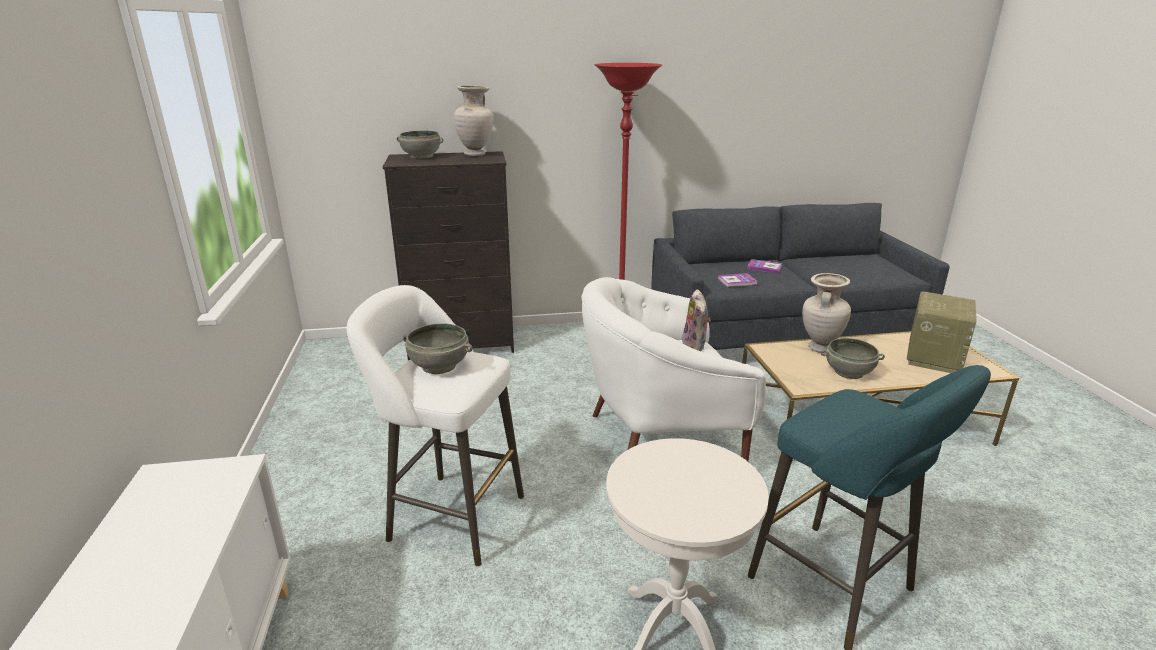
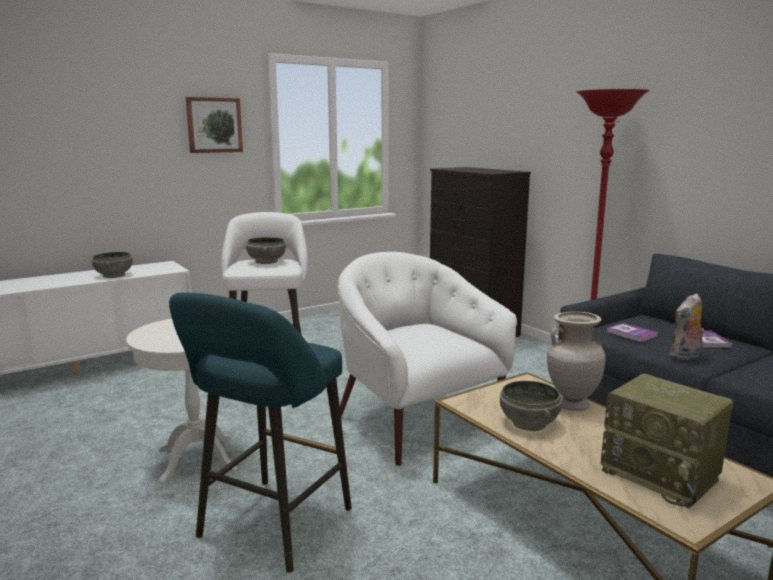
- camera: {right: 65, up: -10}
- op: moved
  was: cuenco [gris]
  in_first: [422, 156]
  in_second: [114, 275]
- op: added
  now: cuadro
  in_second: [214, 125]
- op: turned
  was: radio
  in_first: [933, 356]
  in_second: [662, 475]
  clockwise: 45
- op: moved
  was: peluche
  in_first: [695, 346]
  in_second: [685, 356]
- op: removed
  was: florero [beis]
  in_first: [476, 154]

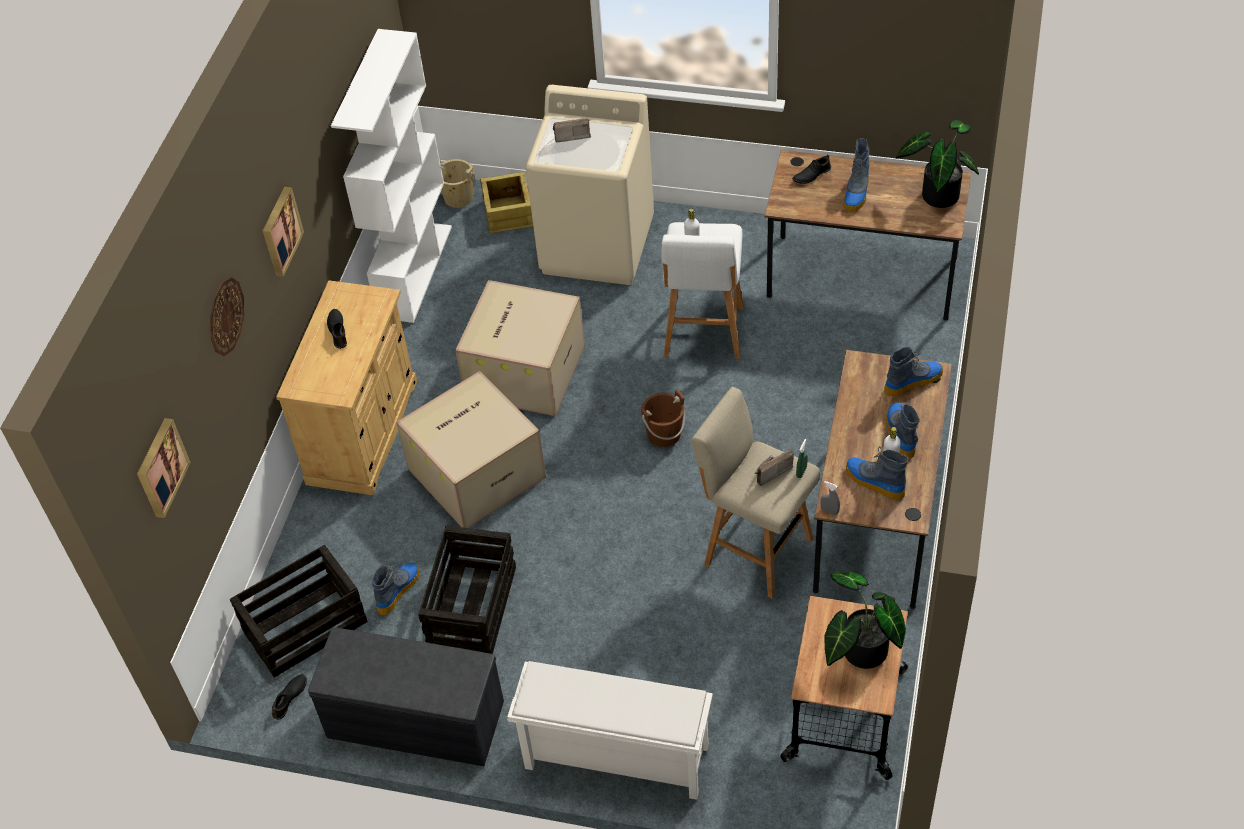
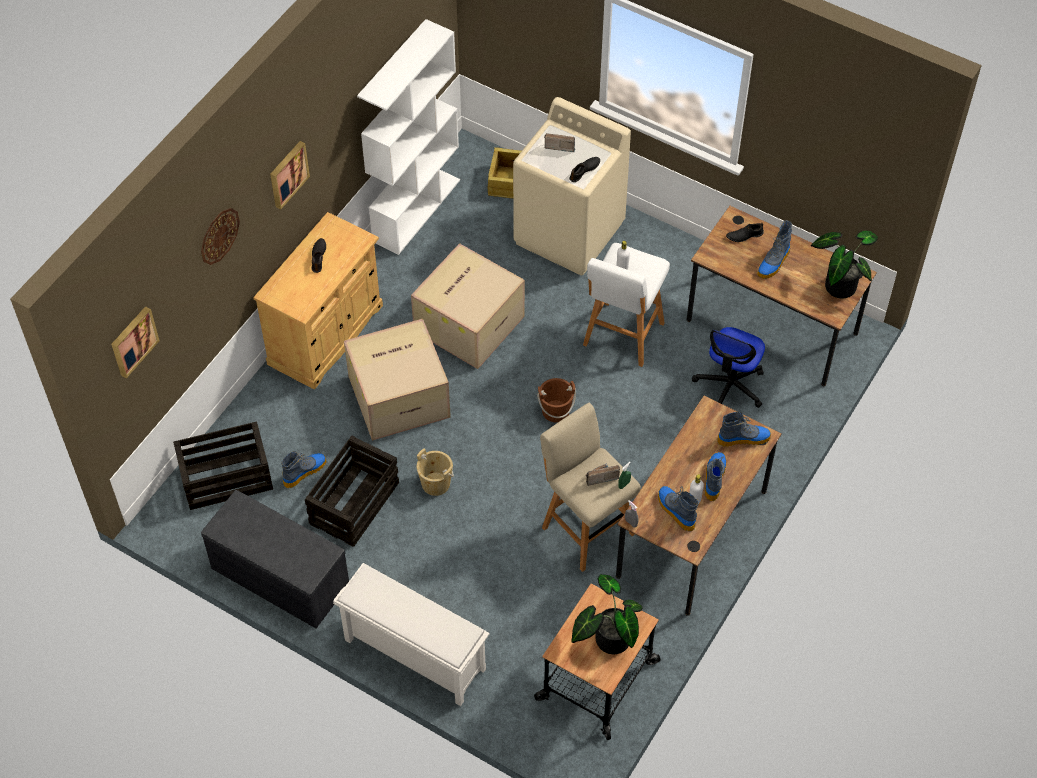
- camera: {right: 15, up: 5}
- op: moved
  was: cubo [beis]
  in_first: [458, 197]
  in_second: [435, 483]
- op: moved
  was: zapato [negro]
  in_first: [290, 698]
  in_second: [584, 171]
- op: added
  now: silla de oficina
  in_second: [730, 386]

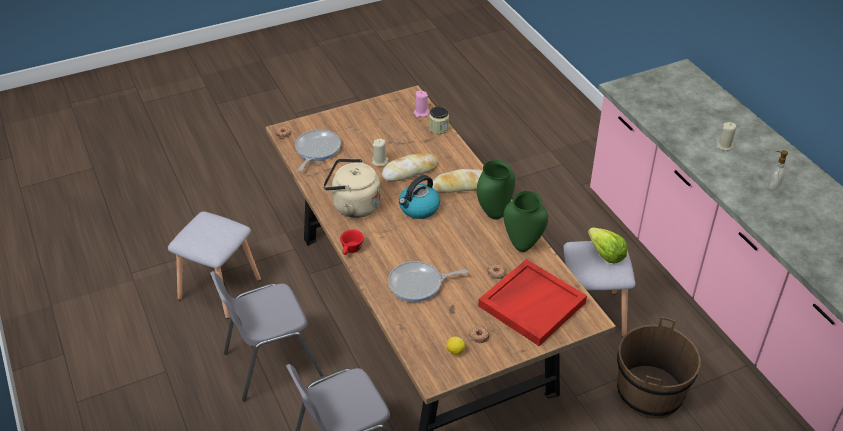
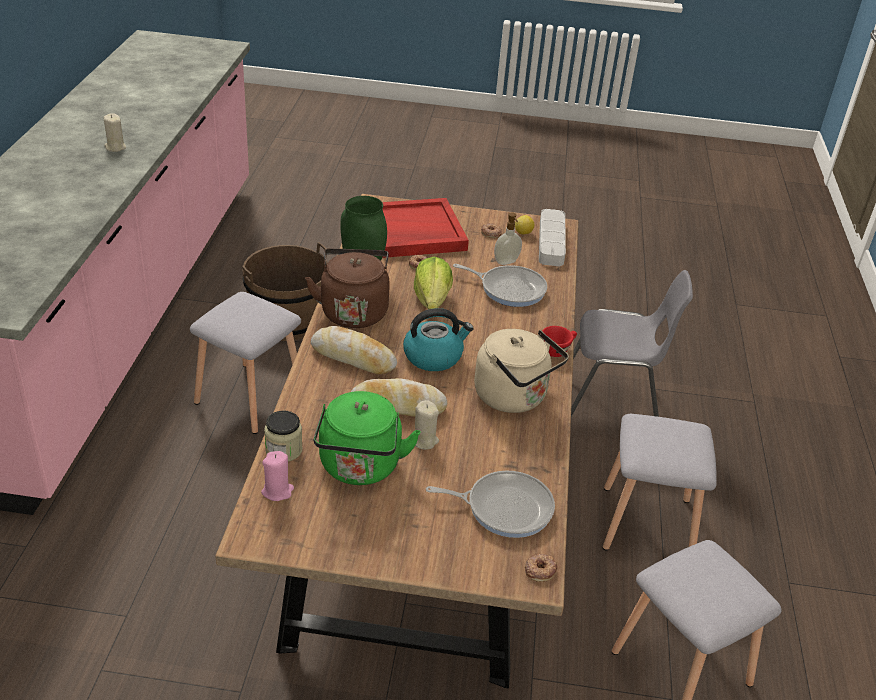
- camera: {right: -150, up: -5}
- op: moved
  was: vela [beis]
  in_first: [724, 146]
  in_second: [115, 147]
- op: replaced
  was: florero [verde]
  now: hervidor [marrón]
  in_first: [494, 215]
  in_second: [353, 311]
- op: added
  now: hervidor [verde]
  in_second: [360, 468]
- op: moved
  was: lechuga
  in_first: [605, 254]
  in_second: [432, 301]
- op: turned
  was: sartén
  in_first: [316, 150]
  in_second: [504, 507]
  clockwise: -135
- op: moved
  was: dispensador de jabón
  in_first: [773, 186]
  in_second: [506, 262]
- op: added
  now: bandeja [gris]
  in_second: [551, 241]
- op: replaced
  was: silla [gris]
  now: taburete [gris]
  in_first: [271, 363]
  in_second: [648, 525]

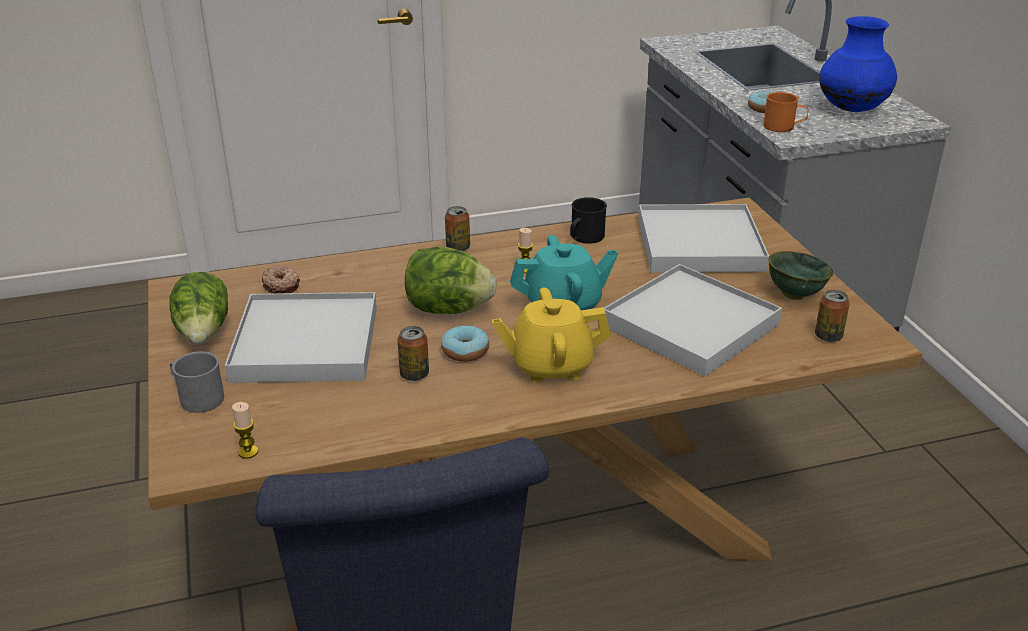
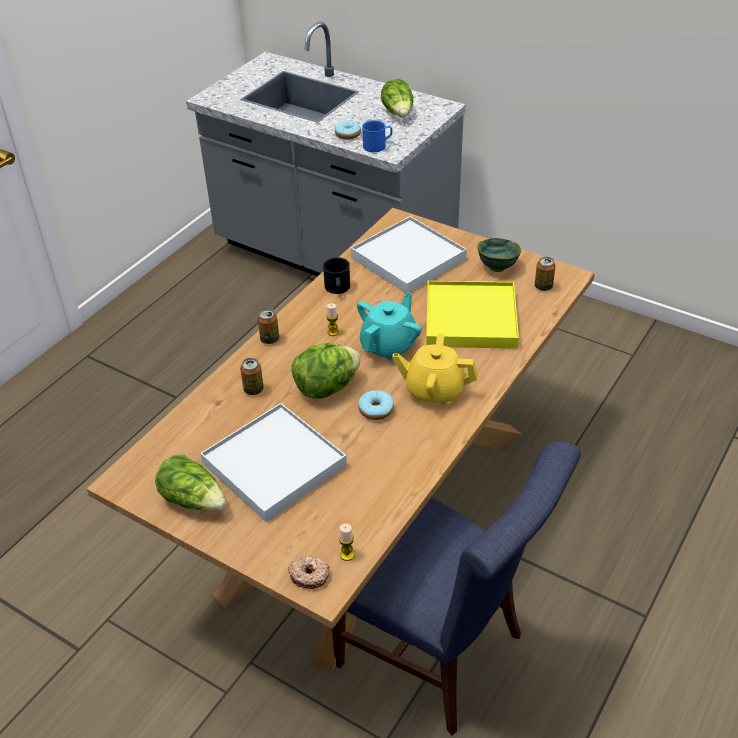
- camera: {right: -40, up: 10}
- op: moved
  was: lata
  in_first: [414, 374]
  in_second: [253, 389]
- op: moved
  was: rosquilla
  in_first: [281, 286]
  in_second: [309, 575]
- op: recoloured
  was: taza grande [naranja]
  now: taza grande [azul]
  in_first: [783, 127]
  in_second: [377, 145]
- op: replaced
  was: florero [azul]
  now: lechuga
  in_first: [852, 109]
  in_second: [398, 113]
- op: turned
  was: tetera [amarillo]
  in_first: [550, 366]
  in_second: [434, 390]
  clockwise: 60
- op: recoloured
  was: bandeja [blanco]
  now: bandeja [amarillo]
  in_first: [690, 325]
  in_second: [471, 319]
- op: removed
  was: taza grande [gris]
  in_first: [197, 397]

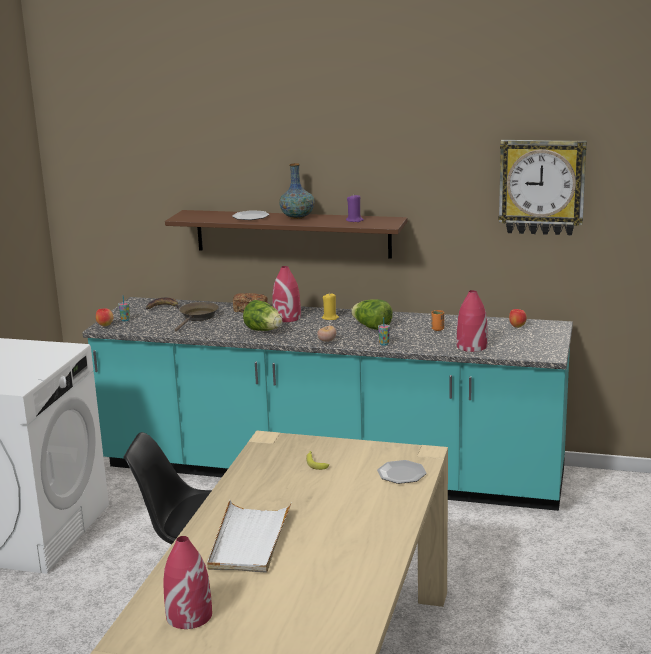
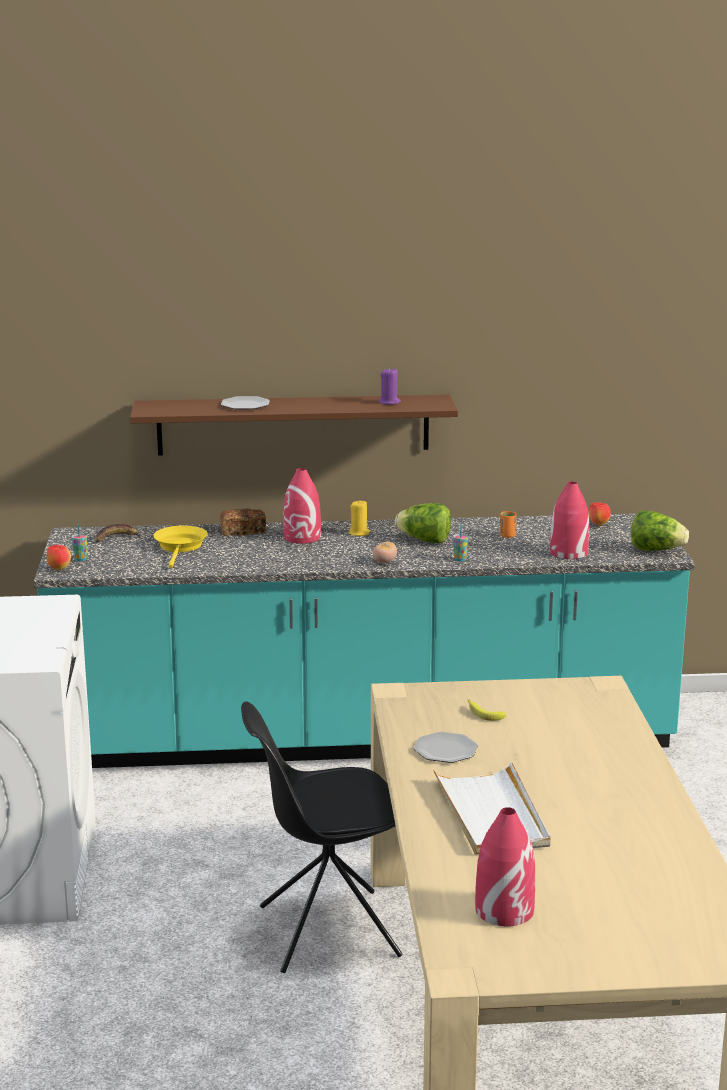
- camera: {right: -20, up: 0}
- op: recoloured
  was: sartén [marrón]
  now: sartén [amarillo]
  in_first: [198, 317]
  in_second: [180, 547]
- op: moved
  was: plato
  in_first: [402, 474]
  in_second: [445, 750]
- op: moved
  was: lechuga
  in_first: [264, 330]
  in_second: [656, 550]
- op: removed
  was: florero
  in_first: [297, 217]
- op: removed
  was: reloj de pared
  in_first: [542, 187]

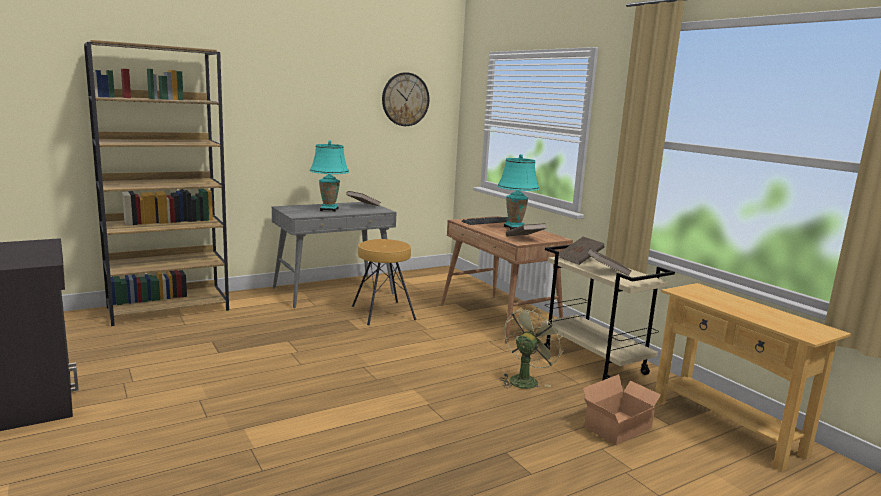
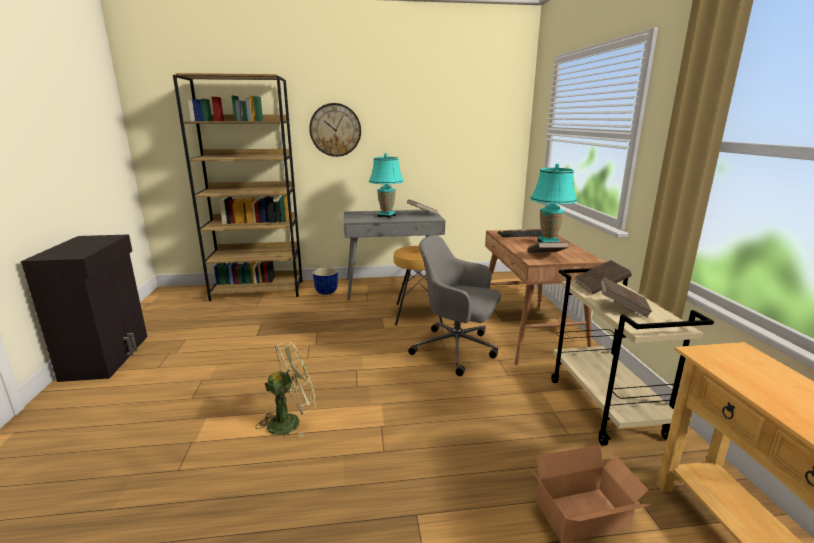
- camera: {right: 25, up: 5}
- op: moved
  was: ventilador [verde]
  in_first: [525, 380]
  in_second: [291, 421]
- op: moved
  was: reloj de pared
  in_first: [405, 99]
  in_second: [335, 130]
- op: added
  now: maceta
  in_second: [326, 292]
- op: added
  now: silla de oficina [gris]
  in_second: [457, 349]

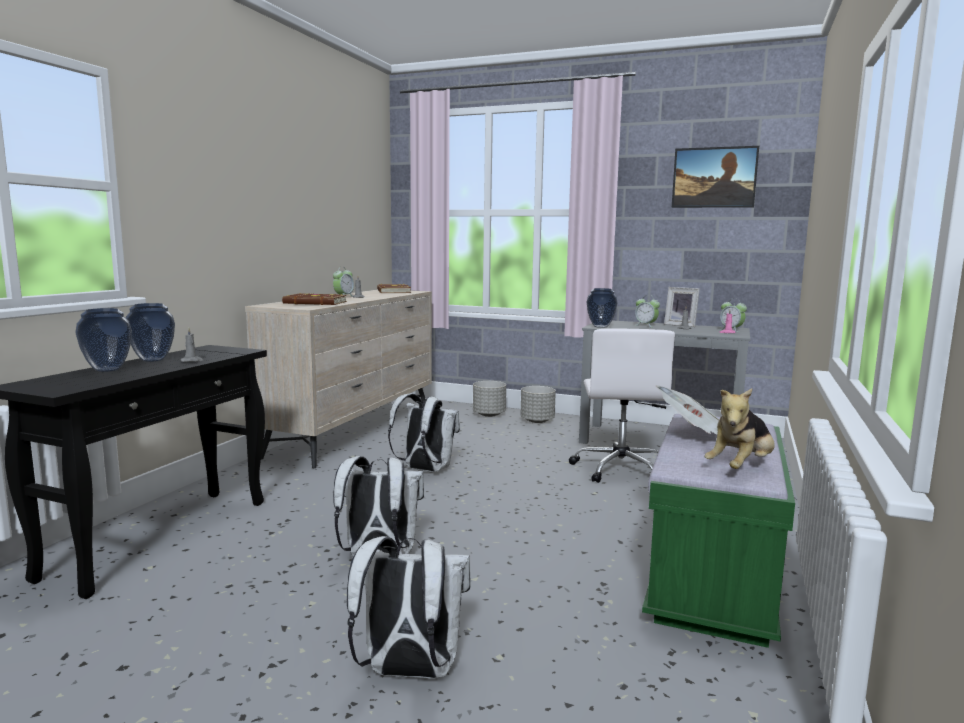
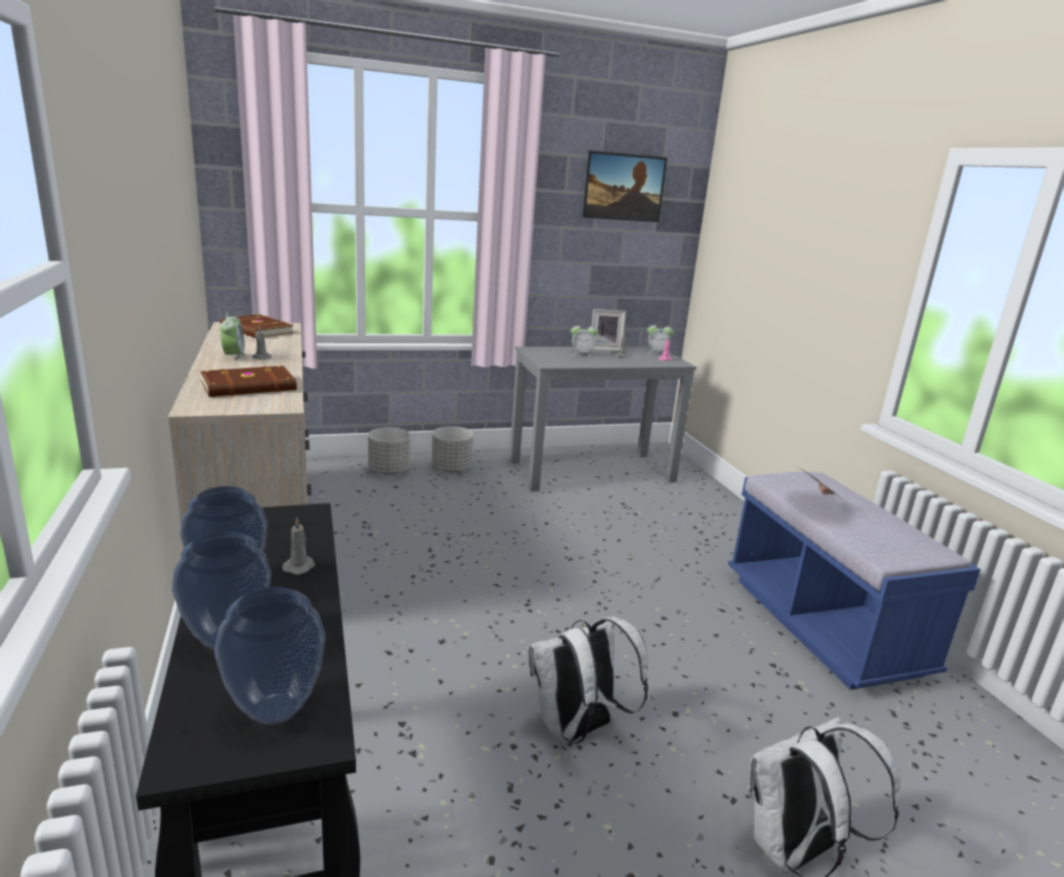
- camera: {right: -40, up: 10}
- op: moved
  was: florero
  in_first: [600, 326]
  in_second: [273, 710]
- op: recoloured
  was: banco [verde]
  now: banco [azul]
  in_first: [713, 579]
  in_second: [822, 624]
- op: removed
  was: mochila [blanco]
  in_first: [424, 470]
- op: removed
  was: silla de oficina [blanco]
  in_first: [620, 469]
- op: removed
  was: peluche
  in_first: [741, 467]

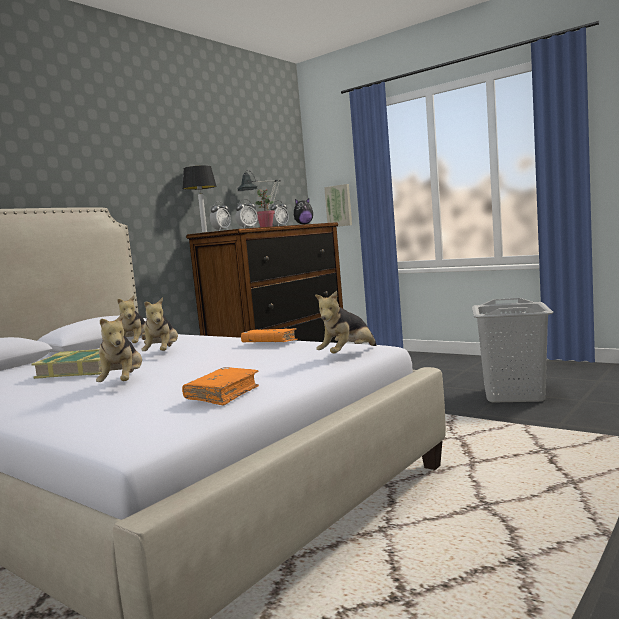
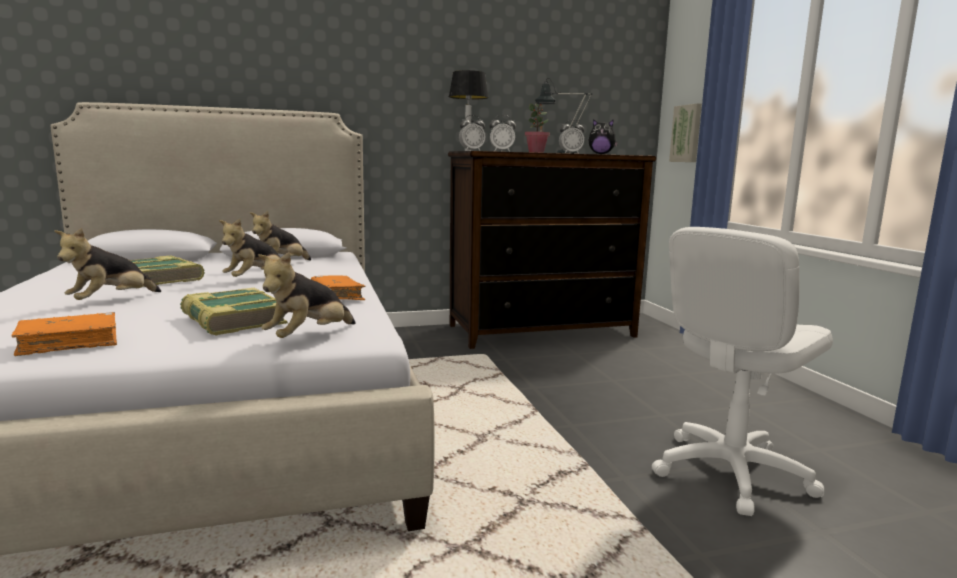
- camera: {right: 35, up: 5}
- op: added
  now: libro
  in_second: [232, 320]
- op: turned
  was: peluche
  in_first: [348, 355]
  in_second: [309, 337]
  clockwise: -45
- op: replaced
  was: cesto de la ropa [gris]
  now: silla de oficina [blanco]
  in_first: [513, 395]
  in_second: [730, 472]

